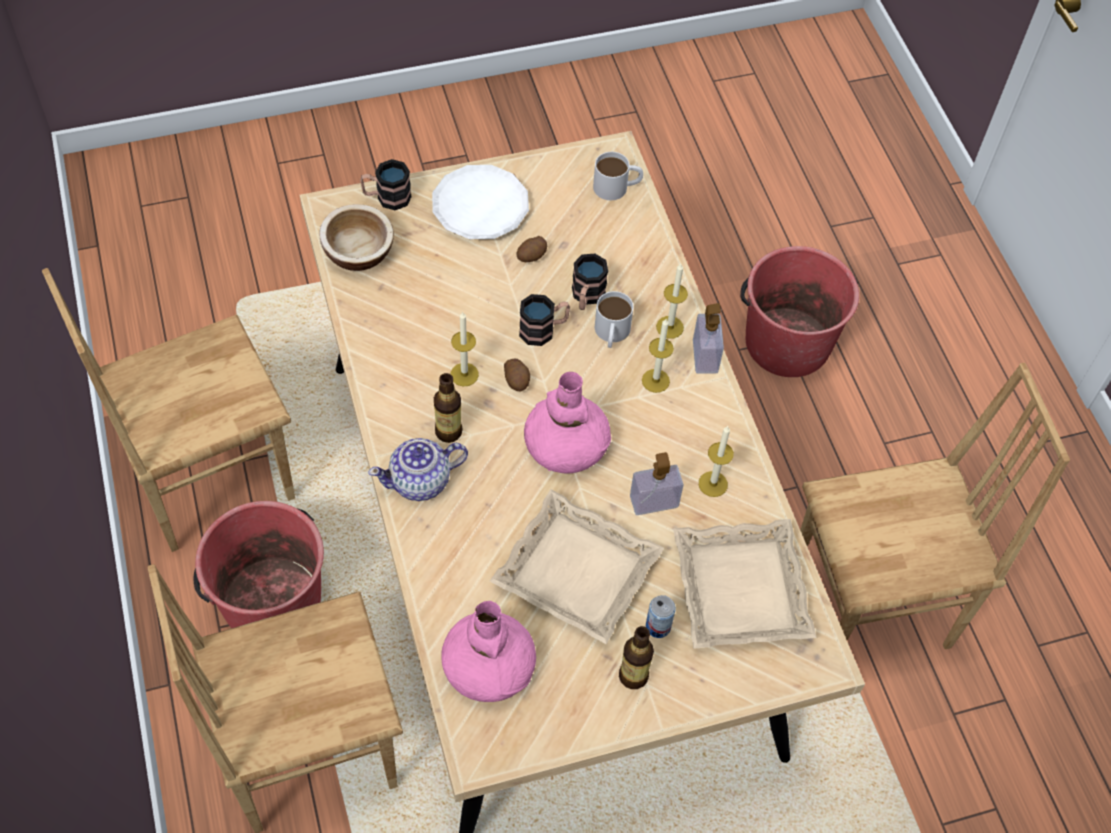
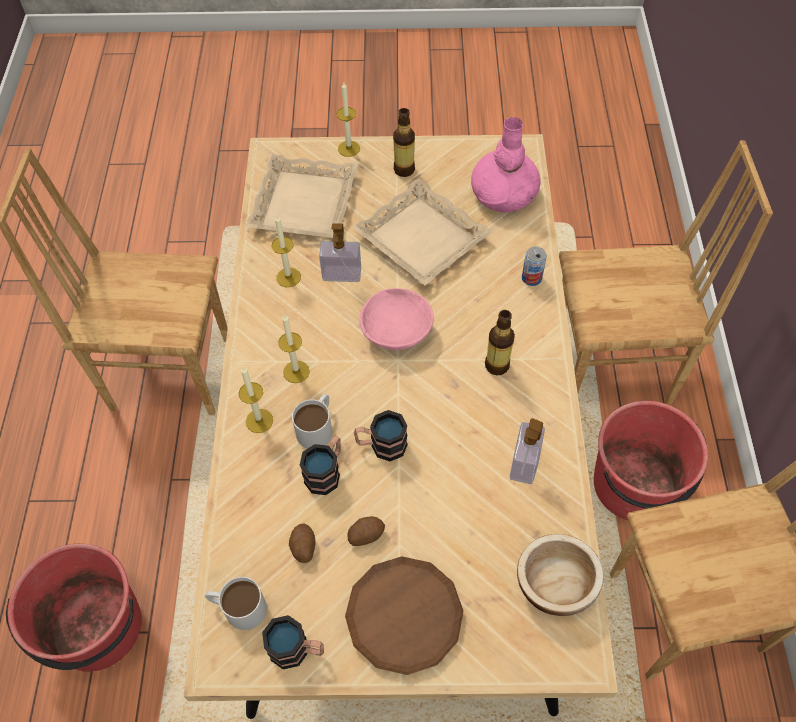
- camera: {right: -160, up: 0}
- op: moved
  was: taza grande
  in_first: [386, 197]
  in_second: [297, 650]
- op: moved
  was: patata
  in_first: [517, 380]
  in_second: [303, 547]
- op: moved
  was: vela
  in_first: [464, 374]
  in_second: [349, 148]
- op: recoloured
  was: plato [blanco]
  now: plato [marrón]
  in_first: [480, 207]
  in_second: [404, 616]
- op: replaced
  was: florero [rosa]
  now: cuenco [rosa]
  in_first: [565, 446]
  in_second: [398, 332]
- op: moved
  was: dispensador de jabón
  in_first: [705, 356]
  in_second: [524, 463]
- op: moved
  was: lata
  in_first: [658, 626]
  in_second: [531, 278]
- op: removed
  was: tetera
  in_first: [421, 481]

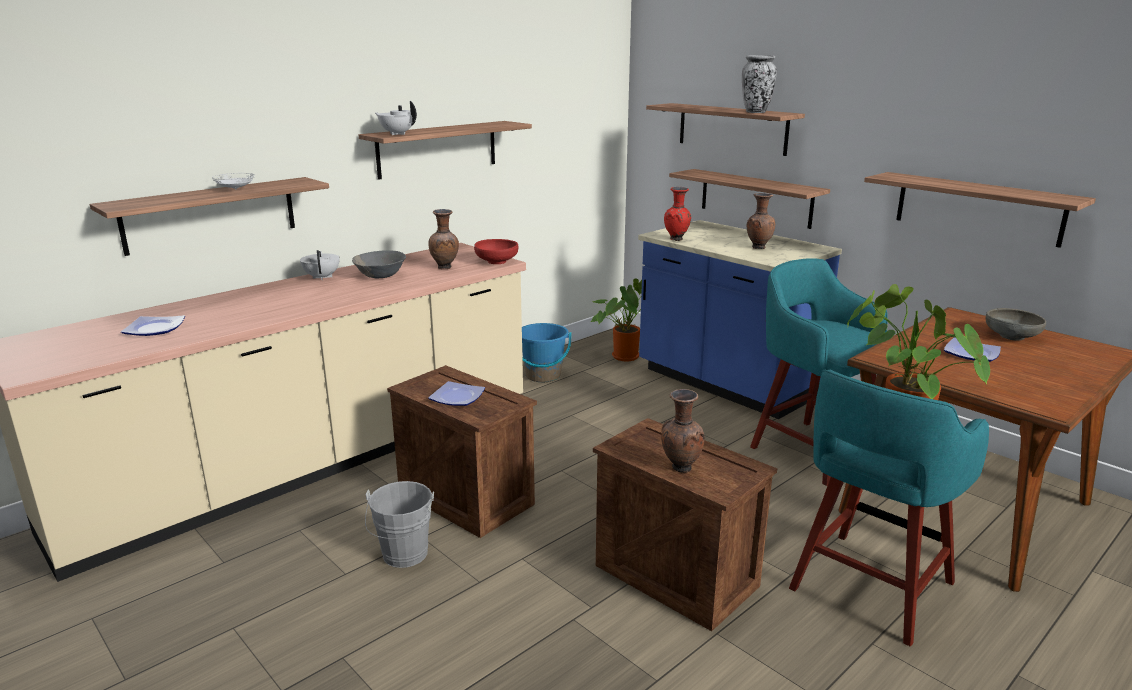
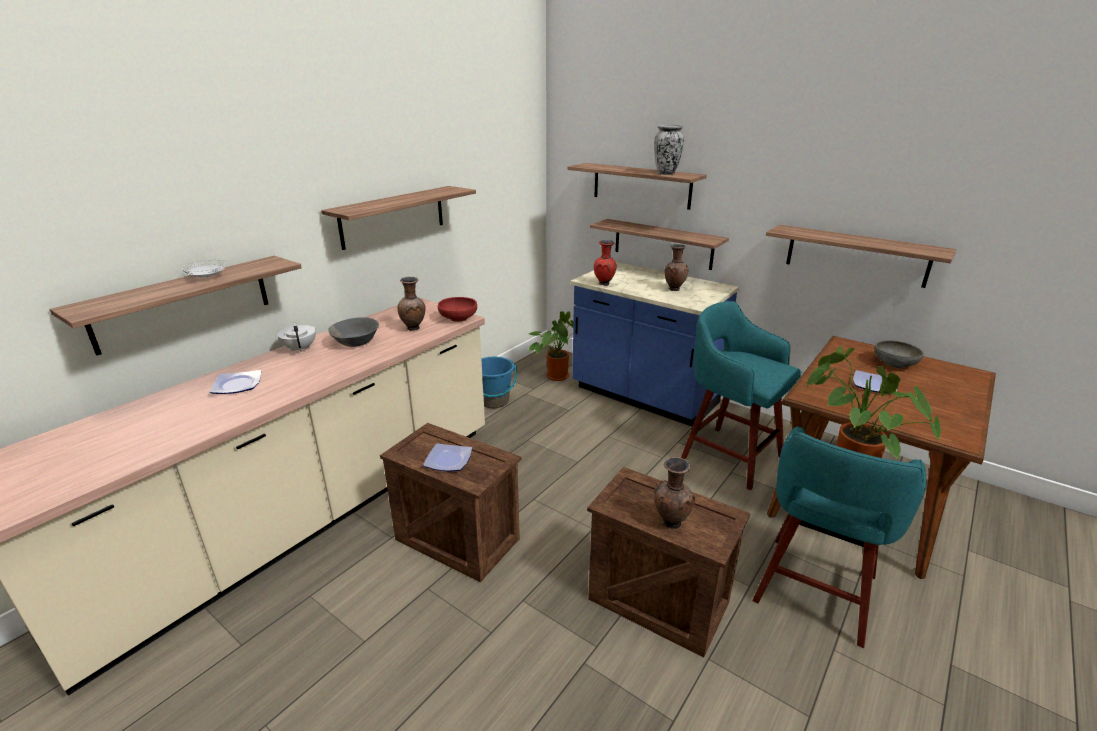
- camera: {right: -10, up: 5}
- op: moved
  was: plato
  in_first: [155, 329]
  in_second: [238, 385]
- op: removed
  was: cubo [gris]
  in_first: [404, 557]
- op: removed
  was: tetera [blanco]
  in_first: [397, 134]

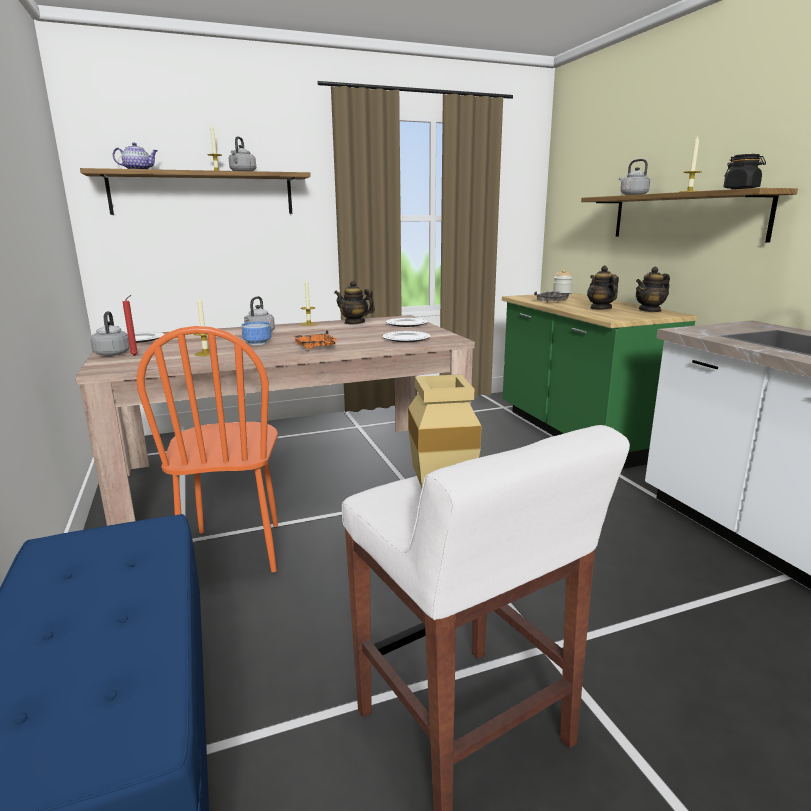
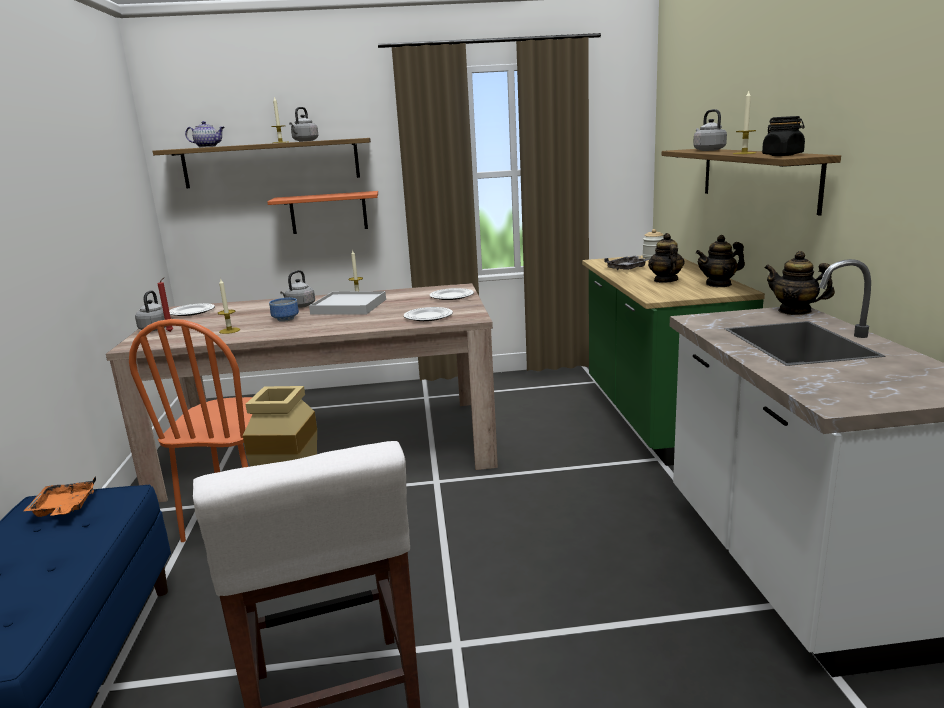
- camera: {right: 15, up: 0}
- op: moved
  was: bandeja [naranja]
  in_first: [316, 347]
  in_second: [64, 508]
- op: added
  now: estante [naranja]
  in_second: [328, 212]
- op: added
  now: bandeja [blanco]
  in_second: [349, 307]
- op: moved
  was: tetera
  in_first: [354, 322]
  in_second: [795, 311]

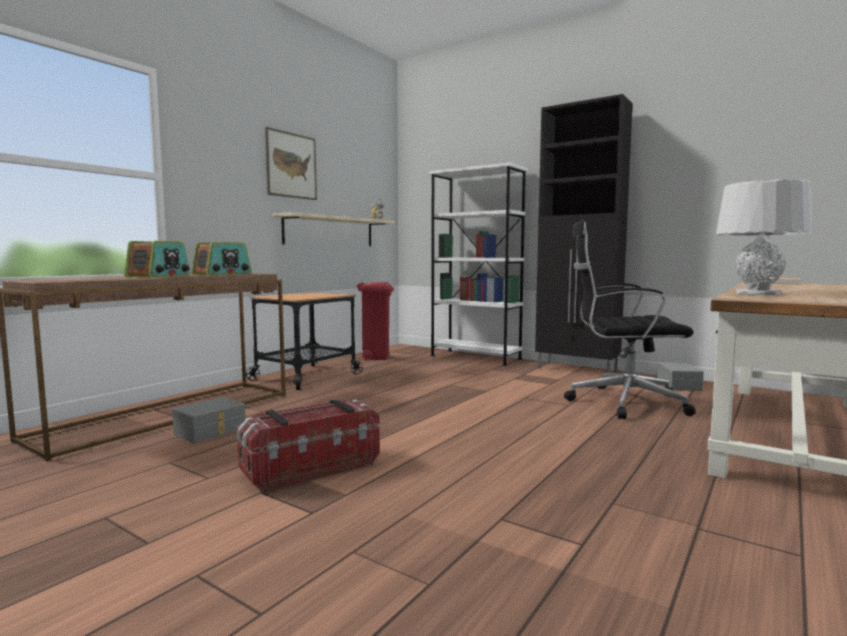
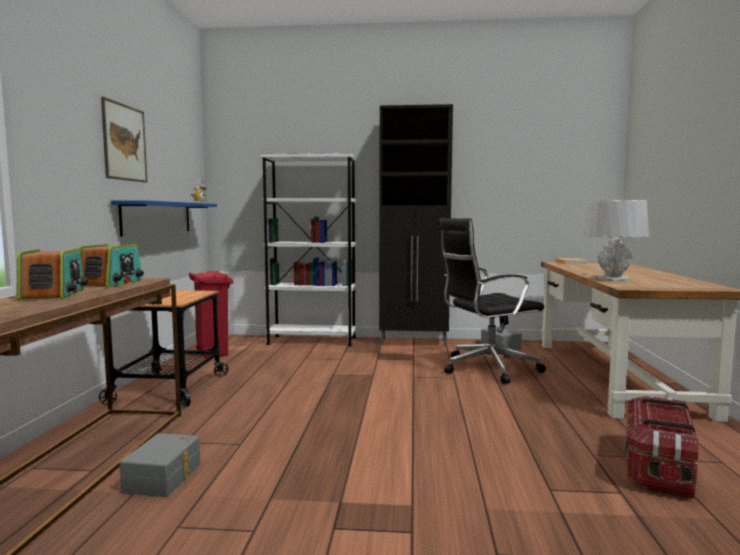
- camera: {right: -30, up: 0}
- op: recoloured
  was: estante [beis]
  now: estante [azul]
  in_first: [330, 231]
  in_second: [157, 218]
- op: moved
  was: caja de almacenaje
  in_first: [309, 468]
  in_second: [657, 467]

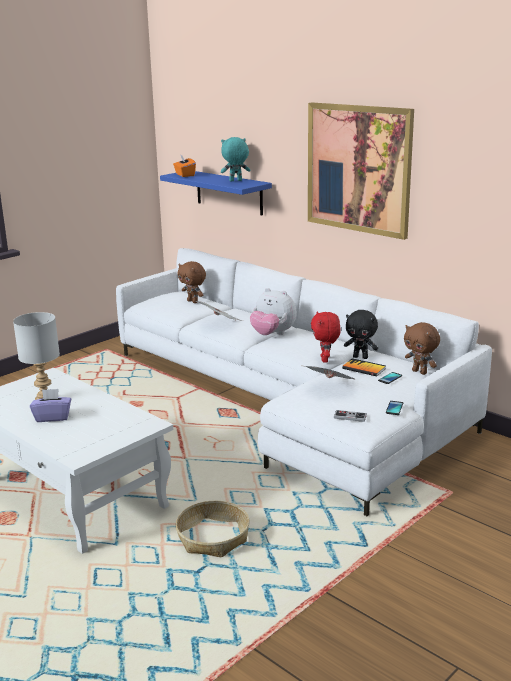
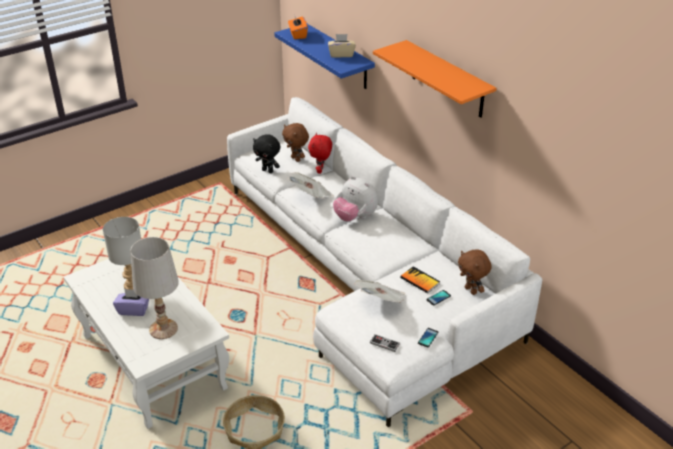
- camera: {right: 10, up: 15}
- op: added
  now: lámpara de mesa [blanco]
  in_second: [163, 329]
- op: moved
  was: peluche [negro]
  in_first: [360, 357]
  in_second: [268, 170]
- op: moved
  was: peluche [rojo]
  in_first: [325, 360]
  in_second: [321, 171]
- op: replaced
  was: peluche [turquesa]
  now: caja de pañuelos [beis]
  in_first: [235, 181]
  in_second: [341, 54]
- op: replaced
  was: cuadro
  now: estante [naranja]
  in_first: [358, 169]
  in_second: [447, 79]

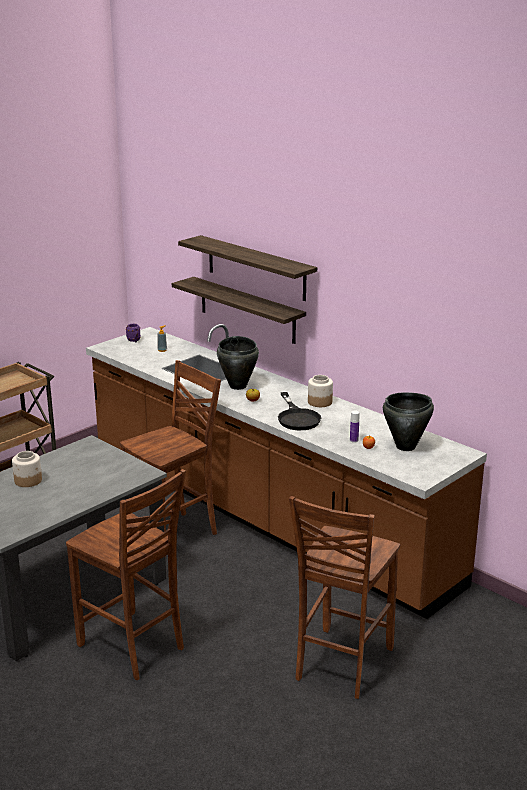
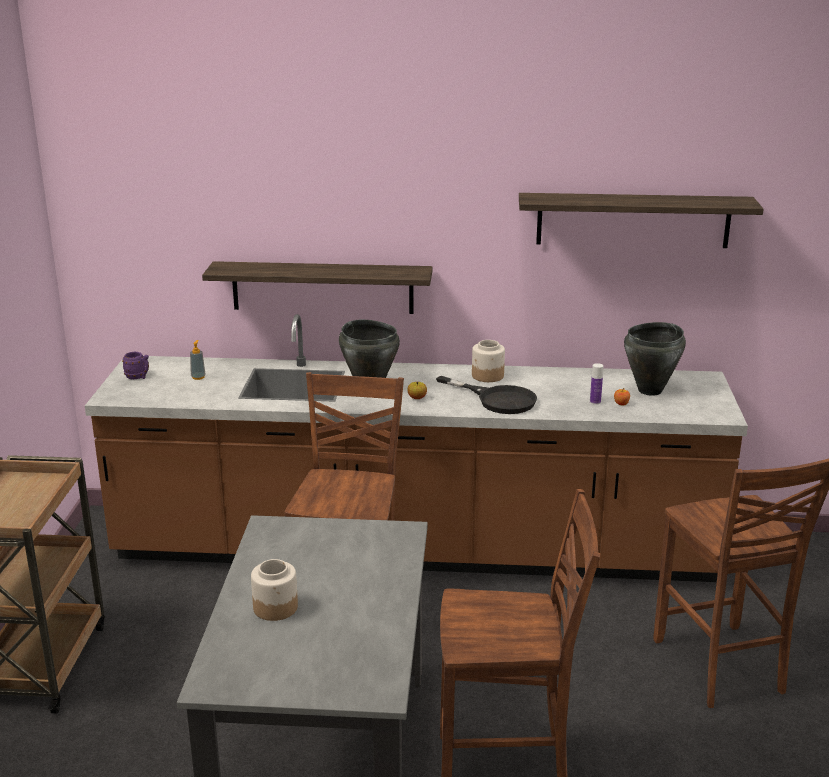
- camera: {right: -40, up: 0}
- op: moved
  was: estante
  in_first: [256, 268]
  in_second: [633, 220]

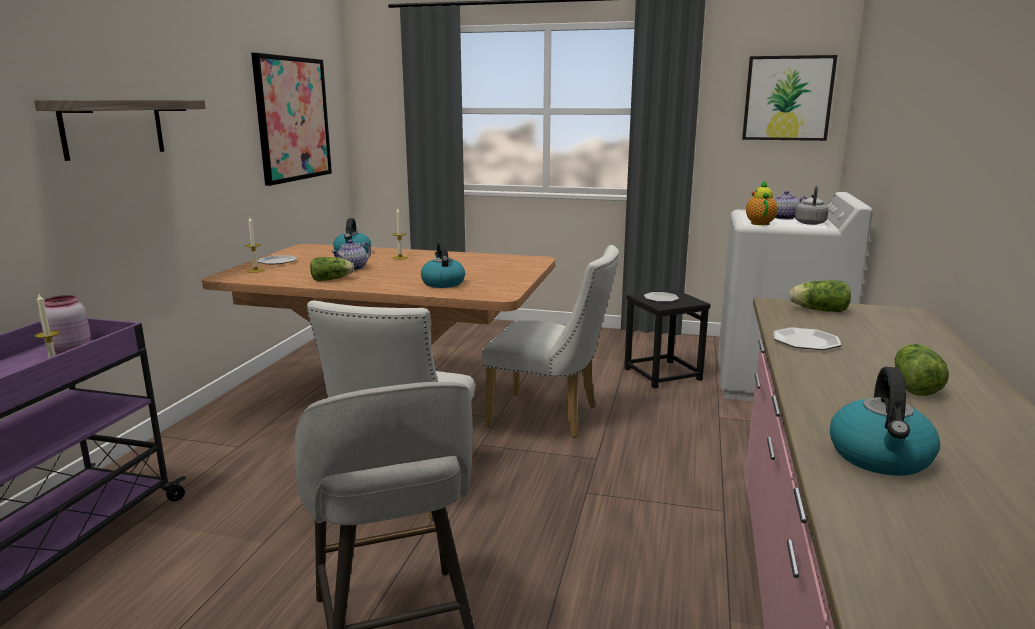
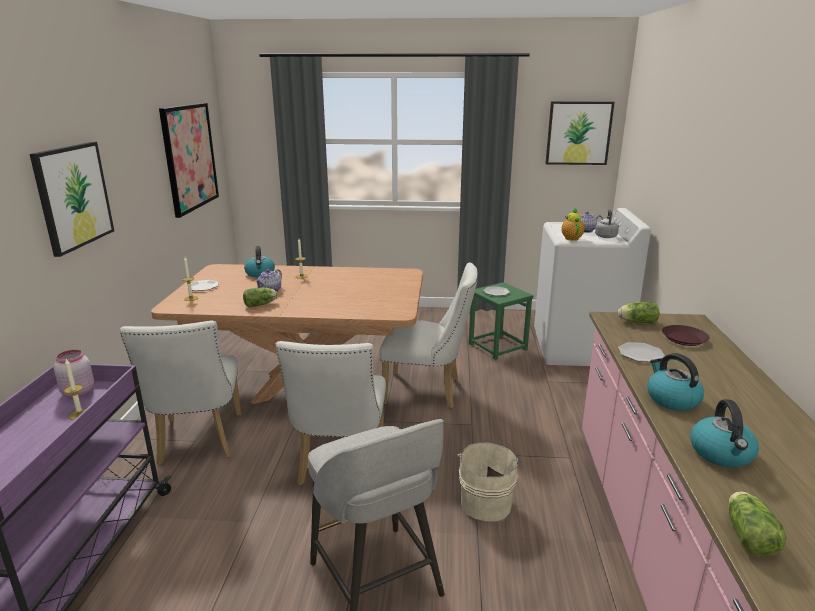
- camera: {right: -10, up: 5}
- op: replaced
  was: estante
  now: cuadro
  in_first: [113, 128]
  in_second: [73, 196]
- op: added
  now: silla [blanco]
  in_second: [198, 443]
- op: added
  now: cubo [beis]
  in_second: [486, 501]
- op: recoloured
  was: taburete [negro]
  now: taburete [verde]
  in_first: [662, 374]
  in_second: [497, 347]
- op: moved
  was: hervidor
  in_first: [442, 283]
  in_second: [671, 399]
- op: added
  now: plato [marrón]
  in_second: [684, 339]
- op: moved
  was: lechuga
  in_first: [914, 385]
  in_second: [748, 535]

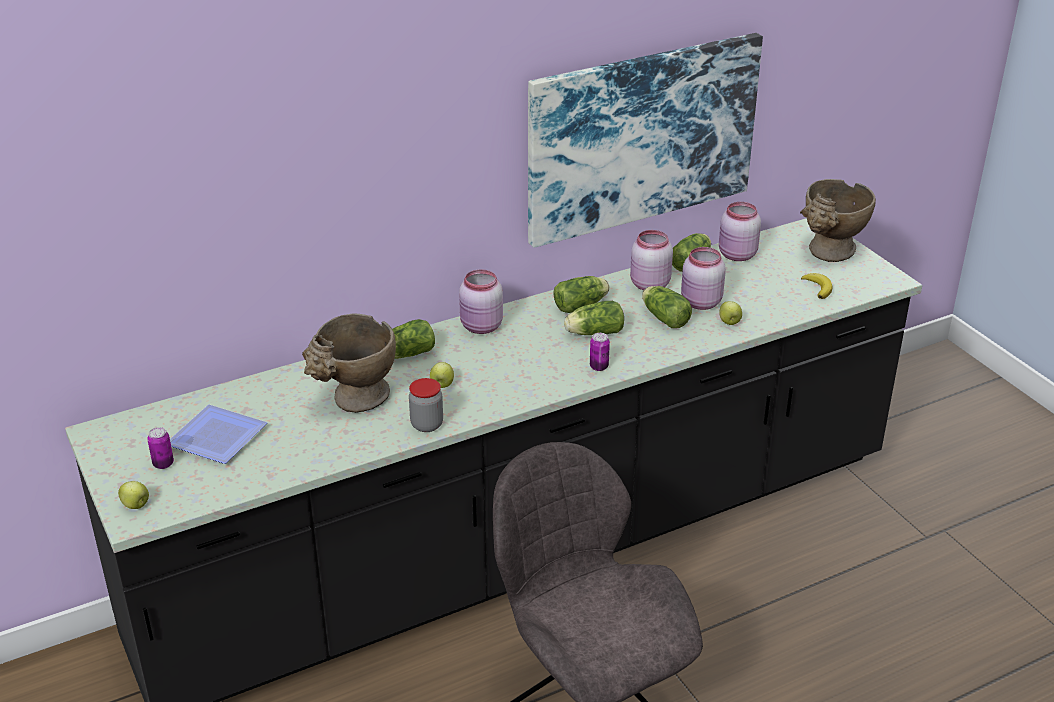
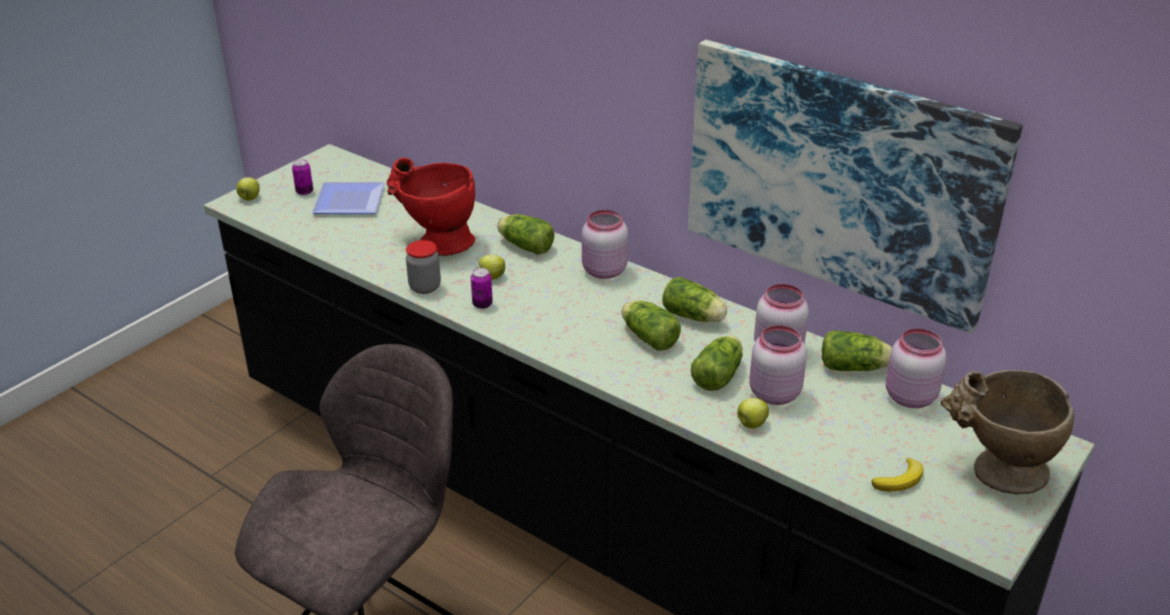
- camera: {right: 65, up: 0}
- op: recoloured
  was: florero [beis]
  now: florero [rojo]
  in_first: [355, 402]
  in_second: [436, 244]
- op: moved
  was: lata
  in_first: [599, 367]
  in_second: [482, 304]

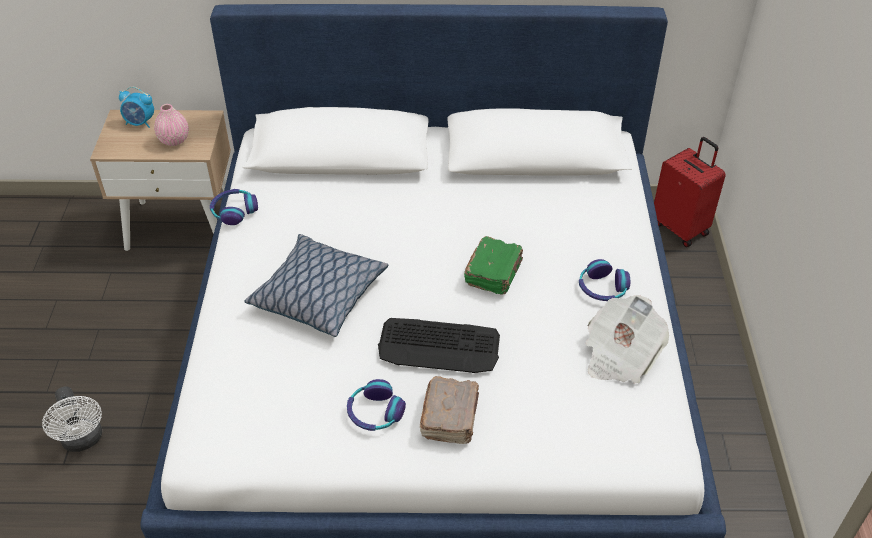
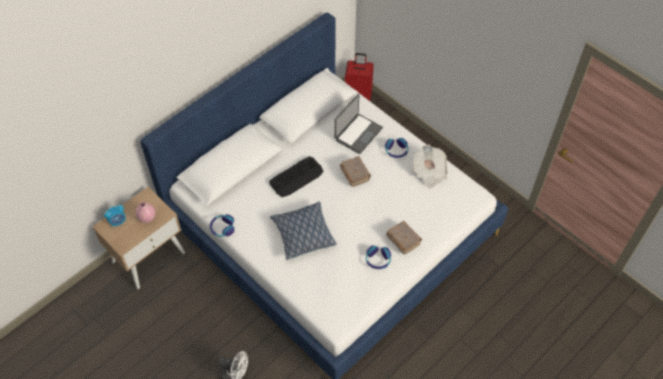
- camera: {right: -45, up: 10}
- op: moved
  was: teclado
  in_first: [439, 346]
  in_second: [296, 177]
- op: added
  now: portátil
  in_second: [357, 133]
- op: recoloured
  was: libro [verde]
  now: libro [marrón]
  in_first: [494, 273]
  in_second: [355, 174]

